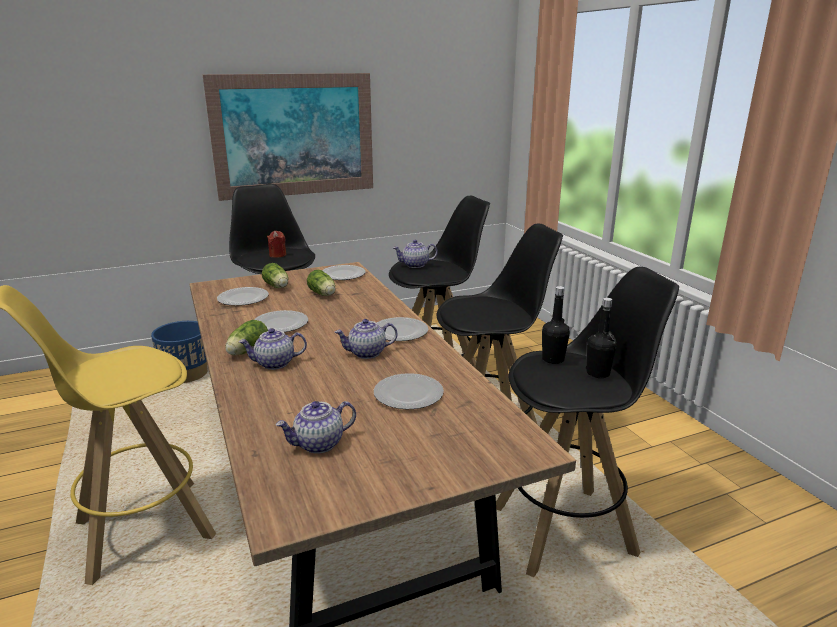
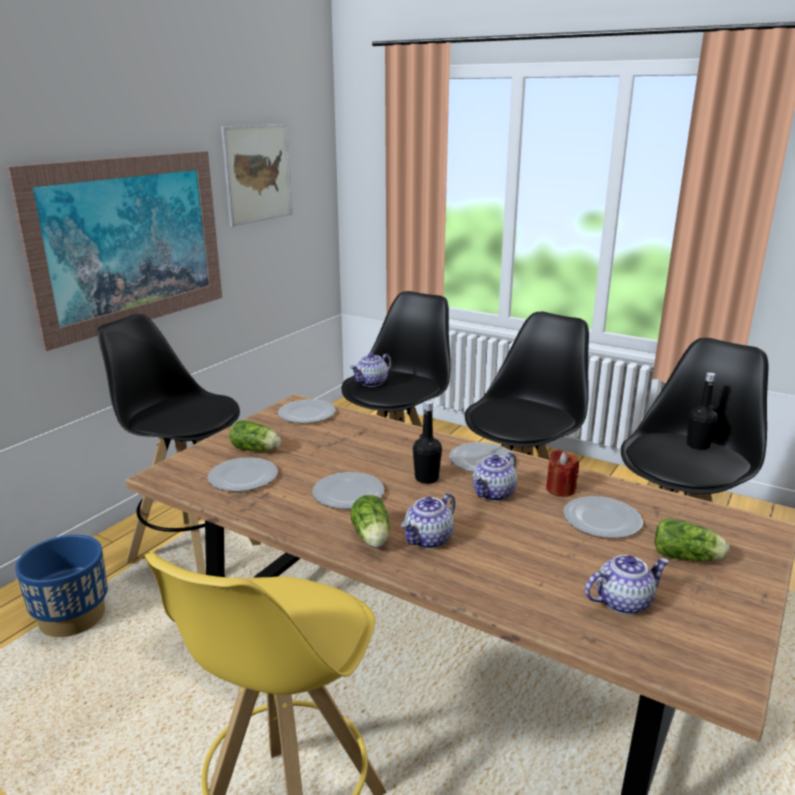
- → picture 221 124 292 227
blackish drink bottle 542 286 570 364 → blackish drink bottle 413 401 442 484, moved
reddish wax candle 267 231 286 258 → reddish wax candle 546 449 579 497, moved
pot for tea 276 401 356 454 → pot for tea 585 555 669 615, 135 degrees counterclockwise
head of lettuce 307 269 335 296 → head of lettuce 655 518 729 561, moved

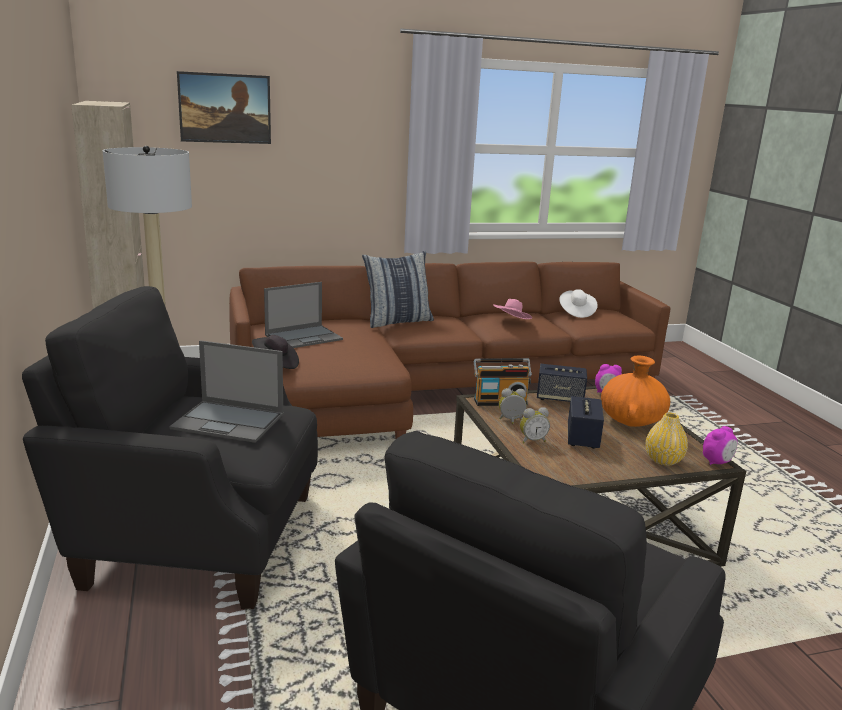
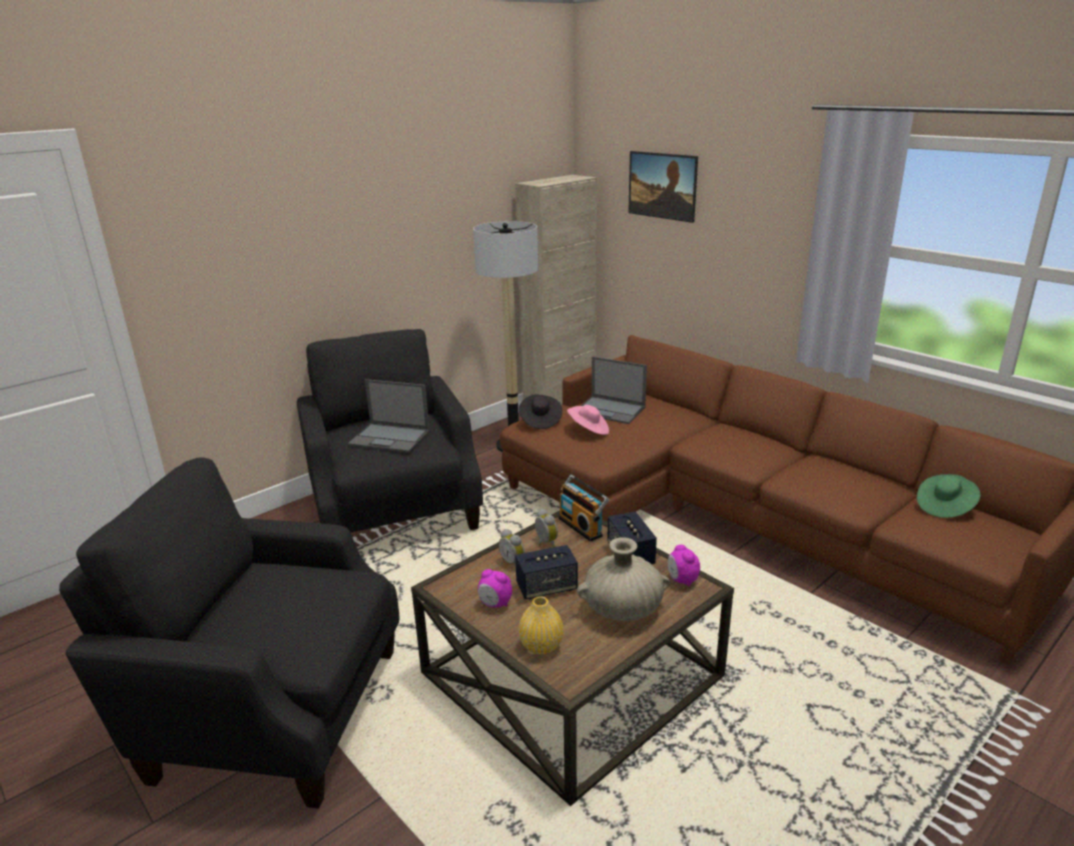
laptop 169 340 284 443 → laptop 348 379 430 453, 60 degrees counterclockwise
alarm clock 703 426 738 465 → alarm clock 478 569 512 608, moved
pink hat 493 299 532 319 → pink hat 567 405 609 435, moved
orangey decorative vase 601 356 670 427 → sand-coloured decorative vase 577 537 670 621
white-coloured hat 559 289 598 318 → green-coloured hat 917 474 981 518
throw pillow 362 251 434 328 → -

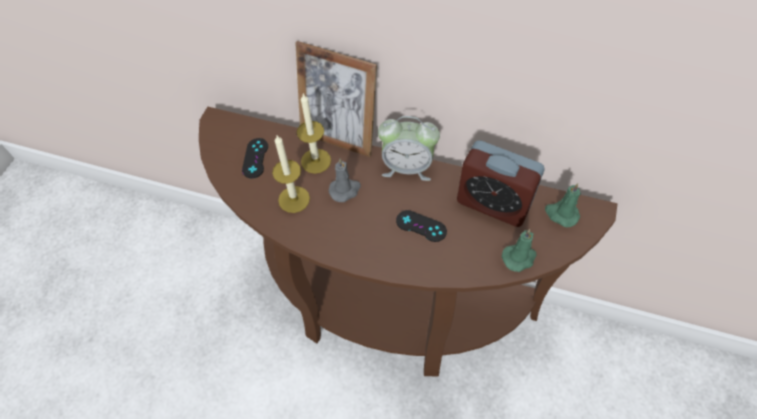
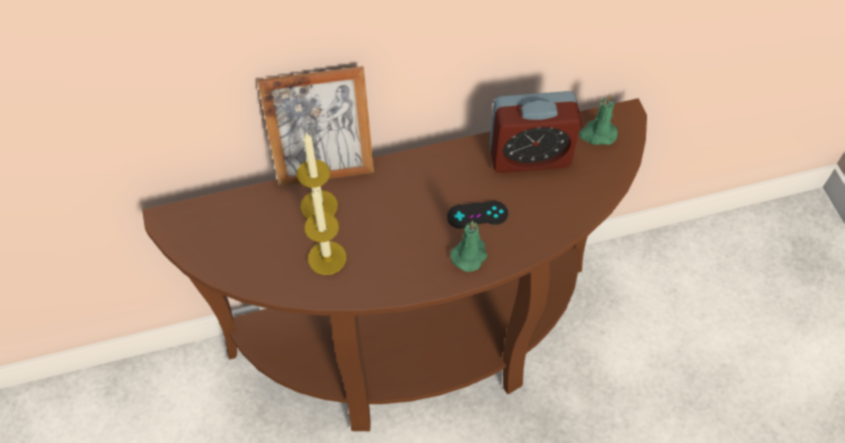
green-coloured wax candle 502 229 537 272 → green-coloured wax candle 450 220 487 272, moved
blackish gamepad 242 138 268 178 → -
grey wax candle 329 159 361 202 → -
alarm clock 378 116 440 181 → -

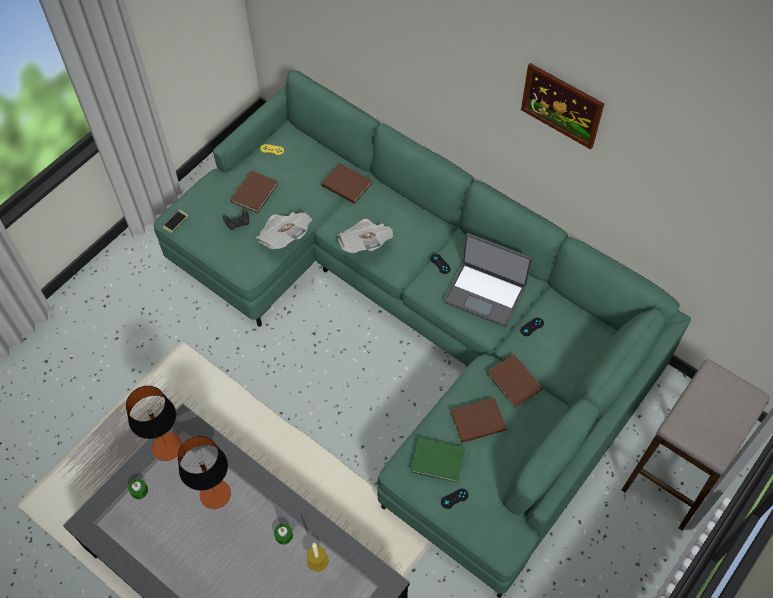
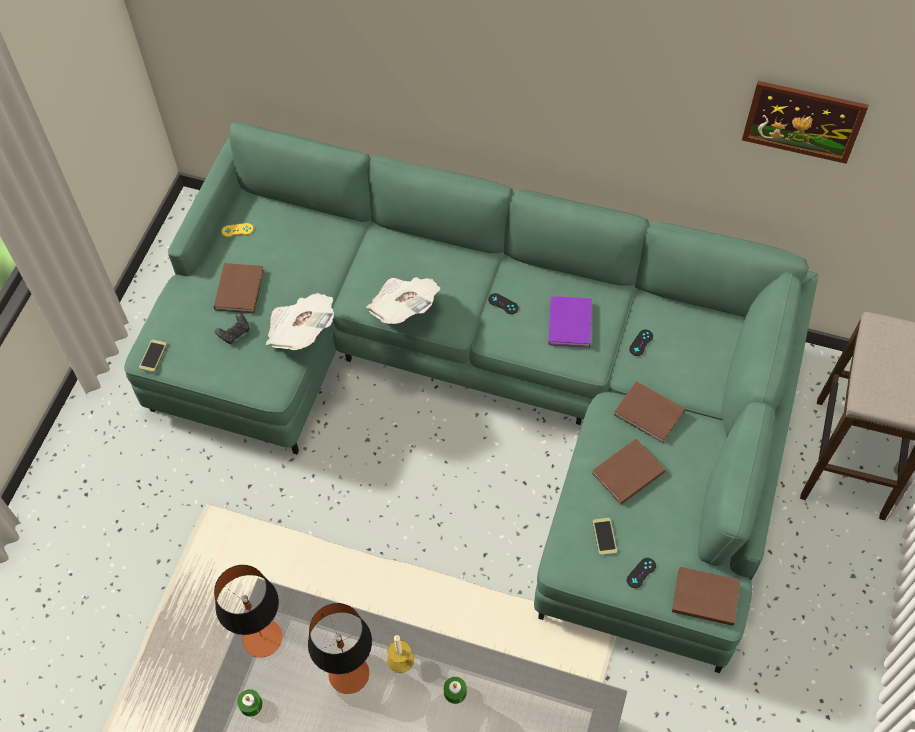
wax candle 307 543 329 572 → wax candle 387 635 414 673, moved
laptop 443 233 532 327 → purple-coloured volume 549 296 592 348
green-coloured volume 411 438 465 483 → phone 593 518 617 555
brownish volume 321 163 372 204 → brownish volume 672 567 741 626, moved
picture 521 63 604 150 → picture 742 81 869 164, moved

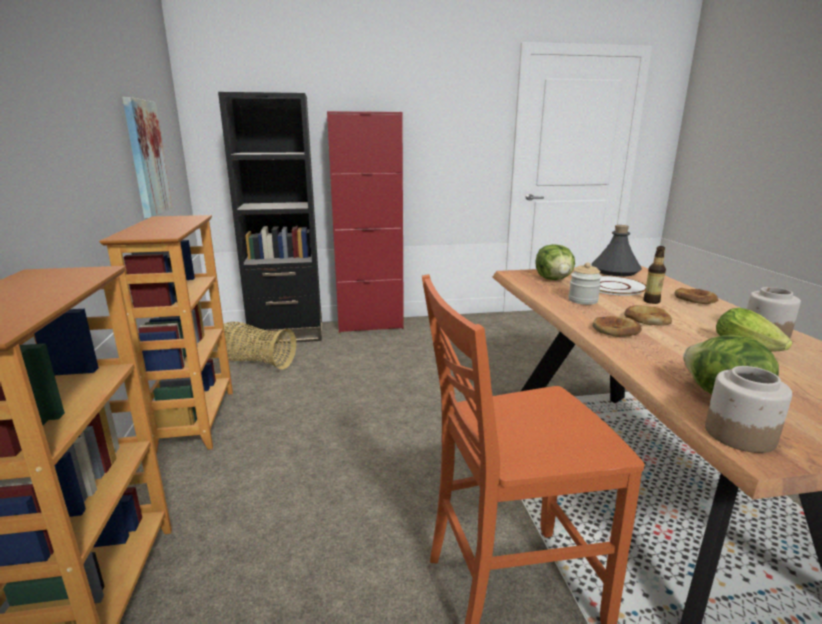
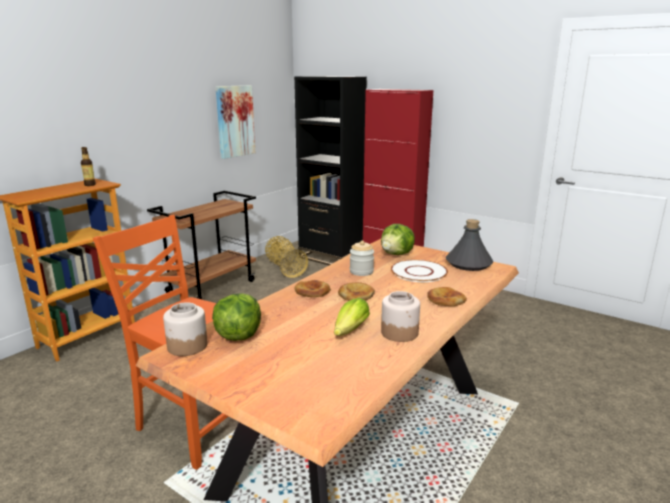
drink bottle 643 246 666 304 → drink bottle 81 147 96 186, moved
bookcase 99 215 233 453 → brownish trolley 147 191 256 299

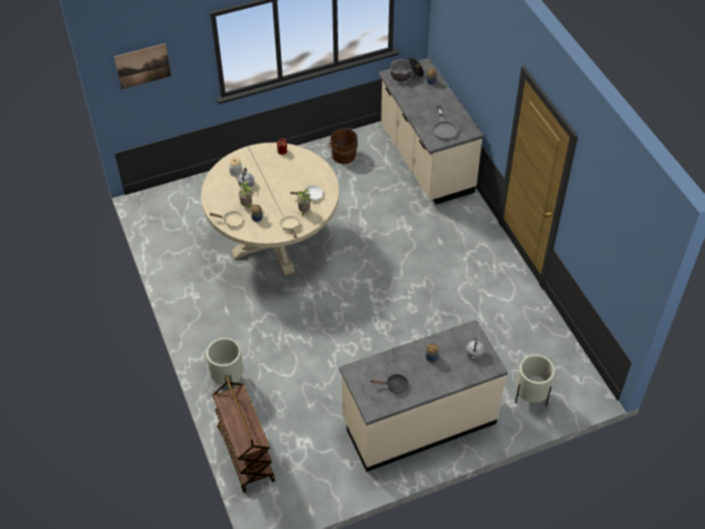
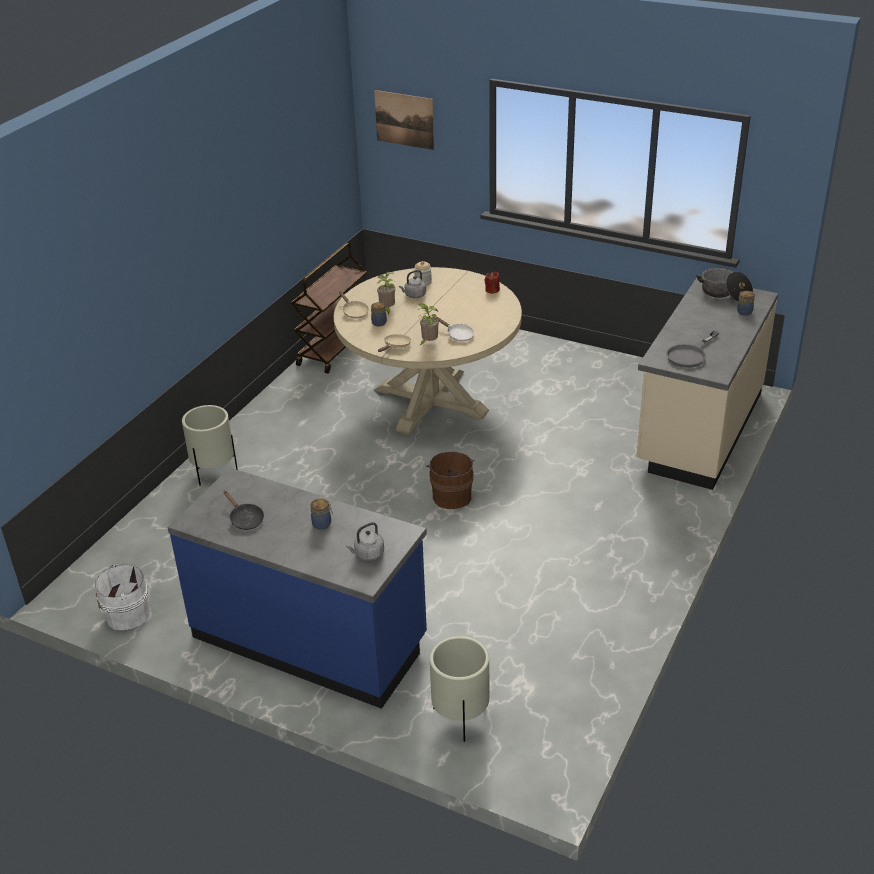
- → white-coloured bucket 95 563 150 630
sand-coloured counter 339 320 508 472 → bluish counter 167 468 427 709
brownish trolley 212 375 275 492 → brownish trolley 291 243 367 373, moved
brownish bucket 328 128 358 164 → brownish bucket 426 452 475 509, moved

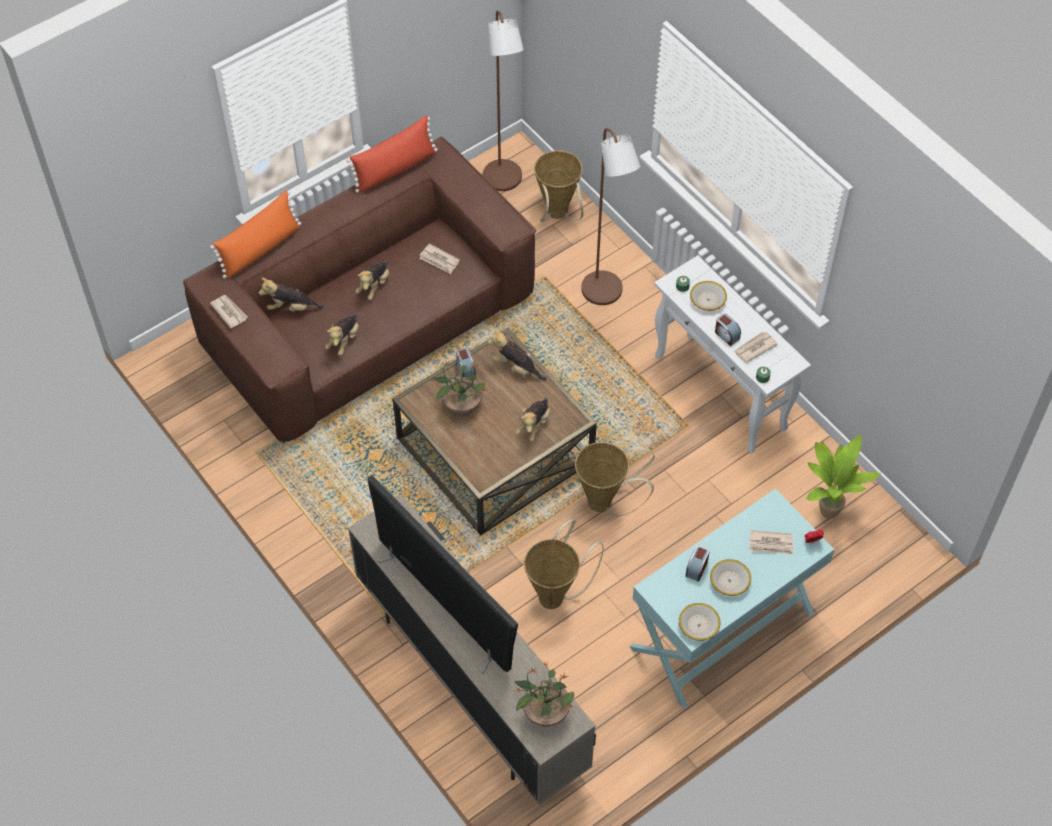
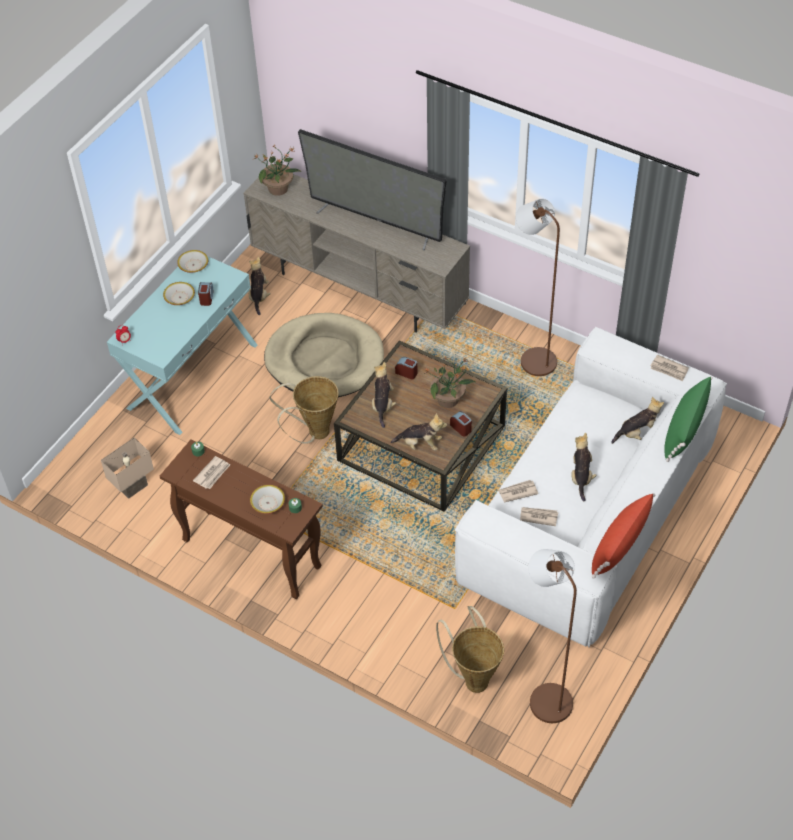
potted plant 806 435 881 519 → sand-coloured table lamp 101 437 154 499
white-coloured console table 654 255 811 453 → brownish console table 160 440 323 599
soft toy 325 314 359 356 → soft toy 249 256 271 315, moved
basket 524 520 603 609 → sand-coloured dog bed 264 313 384 397
alarm clock 715 313 741 346 → alarm clock 395 357 418 380, moved
brownish couch 183 137 536 444 → white-coloured couch 455 327 727 648
daily paper 749 530 793 554 → daily paper 498 480 538 502, moved
brownish standard lamp 581 128 640 305 → brownish standard lamp 516 199 560 376, moved
orangey throw pillow 210 190 301 279 → green-coloured throw pillow 665 376 713 462

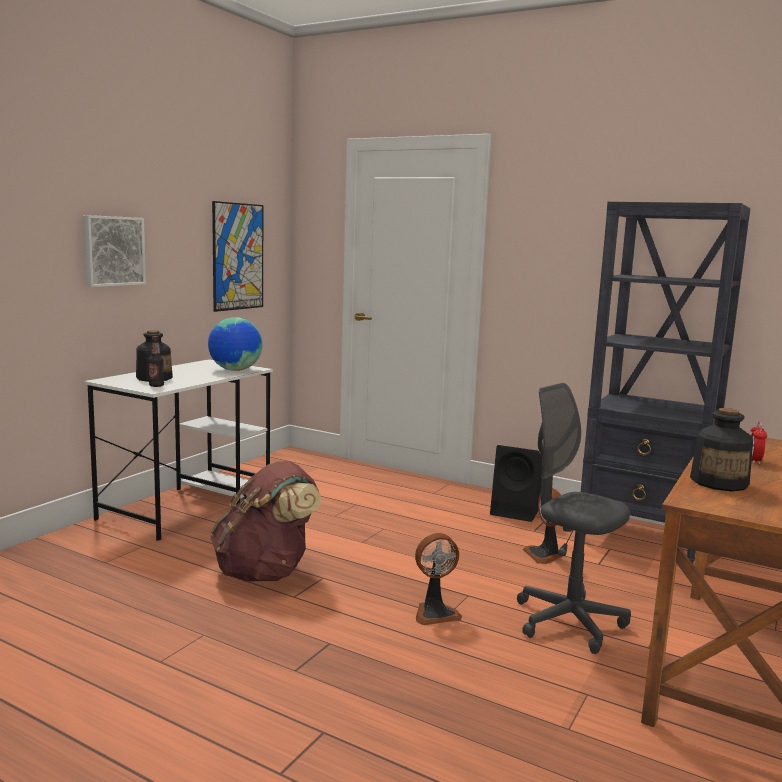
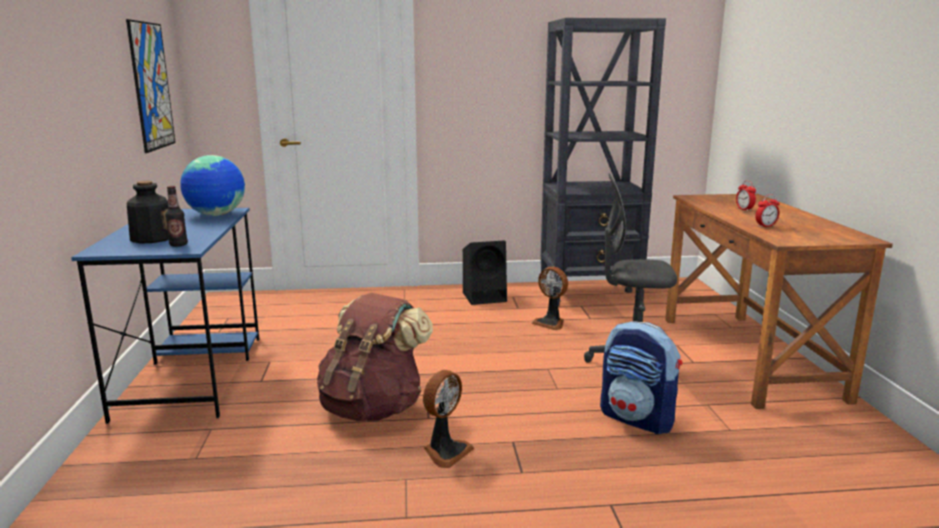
white-coloured desk table 84 359 273 541 → bluish desk table 71 208 259 424
electric fan 415 533 462 625 → electric fan 423 370 475 468, moved
- → knapsack 600 321 682 434
drink bottle 690 408 753 491 → alarm clock 755 194 780 228
picture 83 215 146 287 → -

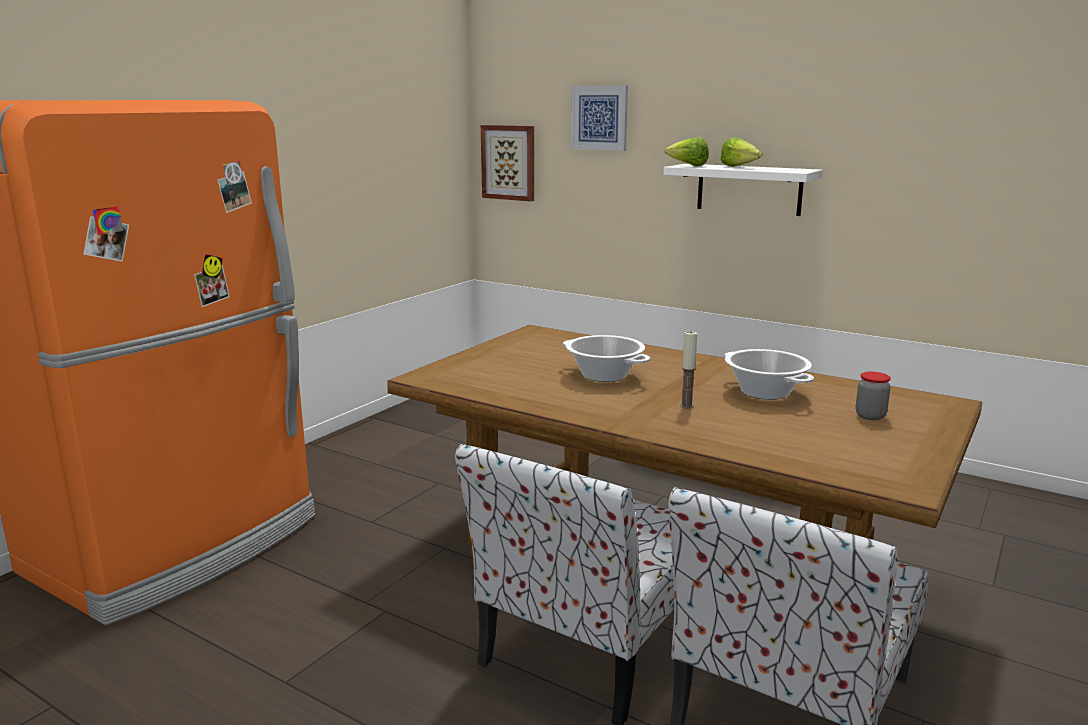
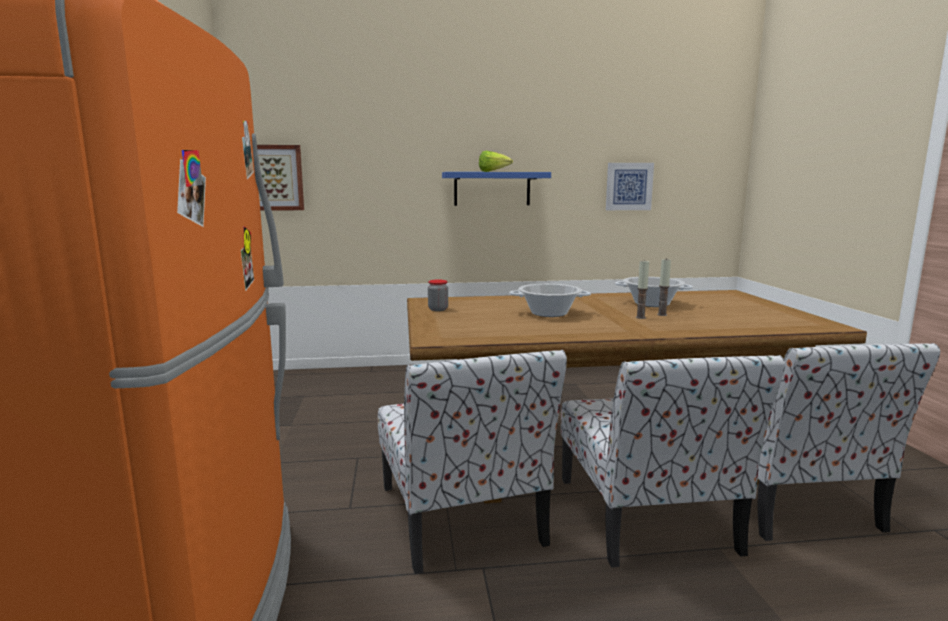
- → upright chair 378 350 567 574
storage jar 856 372 891 420 → storage jar 428 279 448 311, moved
white-coloured wall shelf 663 164 823 216 → bluish wall shelf 442 172 551 206
picture 571 86 628 151 → picture 606 163 654 210, moved
- → wax candle 657 258 671 316
head of lettuce 665 137 709 166 → -

